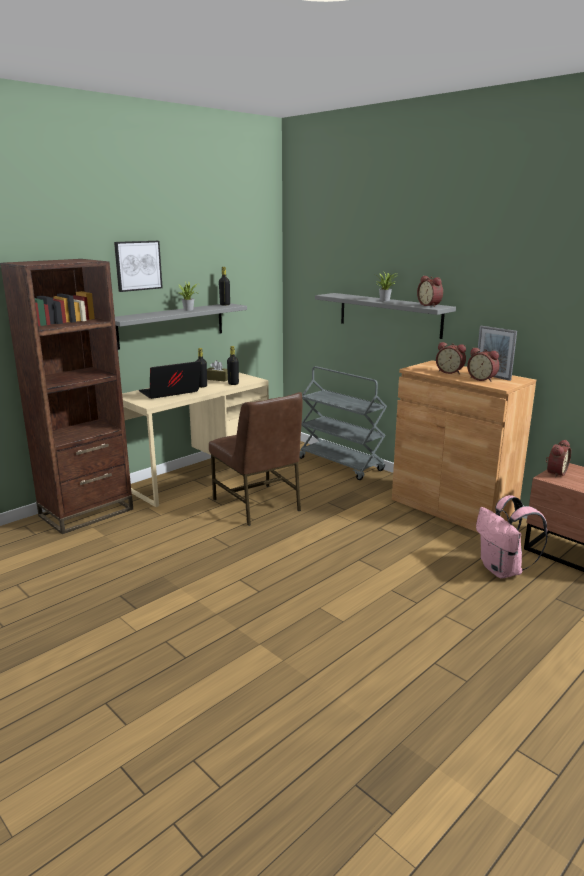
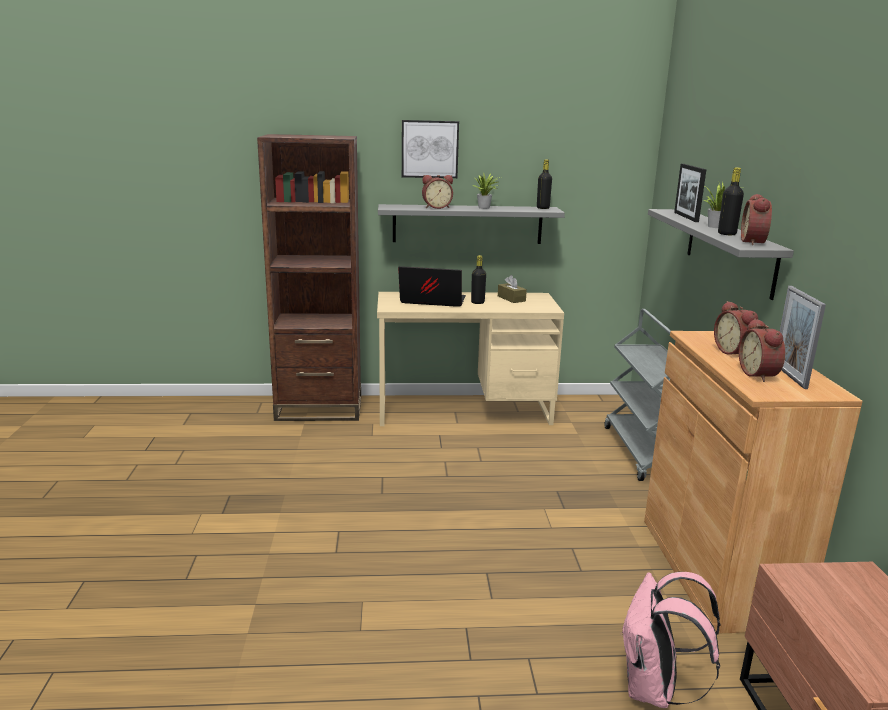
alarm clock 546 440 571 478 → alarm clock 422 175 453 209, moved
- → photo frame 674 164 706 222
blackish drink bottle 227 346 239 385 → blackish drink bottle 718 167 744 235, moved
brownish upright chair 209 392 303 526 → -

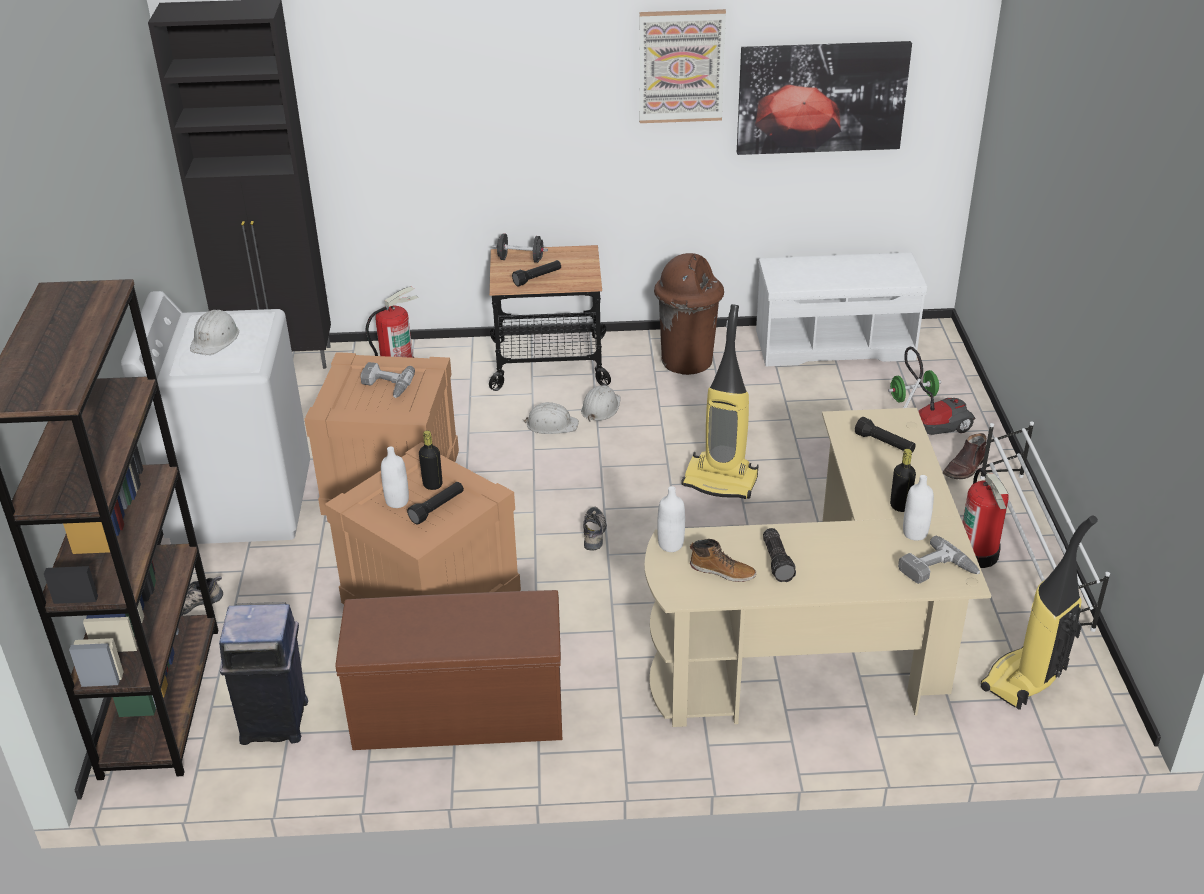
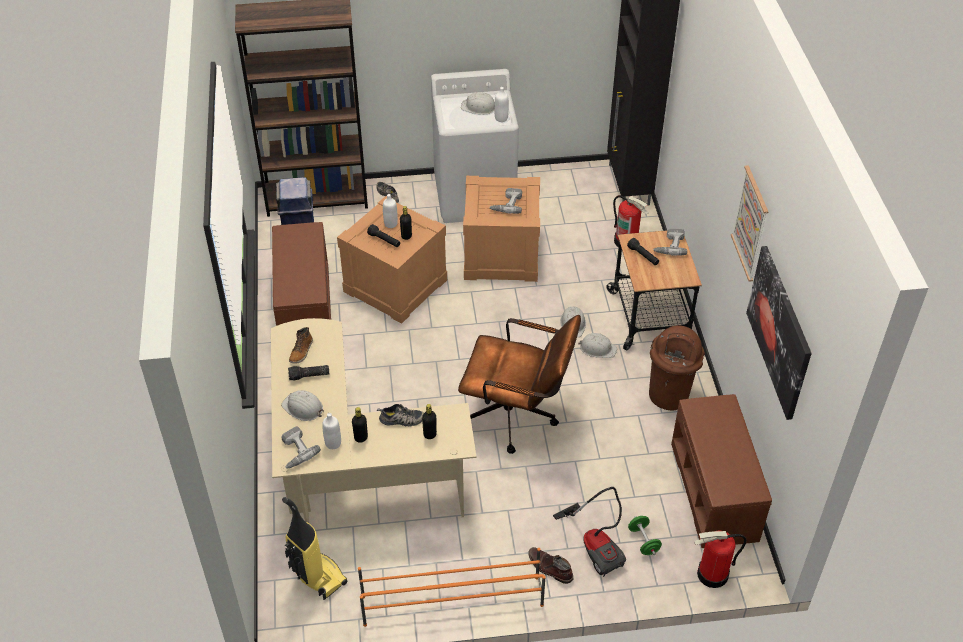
- → white-coloured work helmet 281 390 324 421
white-coloured shoe rack 980 421 1110 632 → orangey shoe rack 358 548 546 627
shoe 583 506 607 551 → shoe 377 404 424 427, moved
blackish hand torch 855 417 916 452 → blackish drink bottle 422 404 437 439
vacuum cleaner 681 304 758 499 → brownish computer chair 458 315 581 454
white-coloured drink bottle 657 486 685 552 → white-coloured drink bottle 494 87 509 122, moved
blackish dumbbell 493 233 548 263 → drill 653 228 687 256
white-coloured bench 756 253 927 367 → brownish bench 671 394 772 548
extinguisher 962 468 1008 568 → extinguisher 694 531 747 588, moved

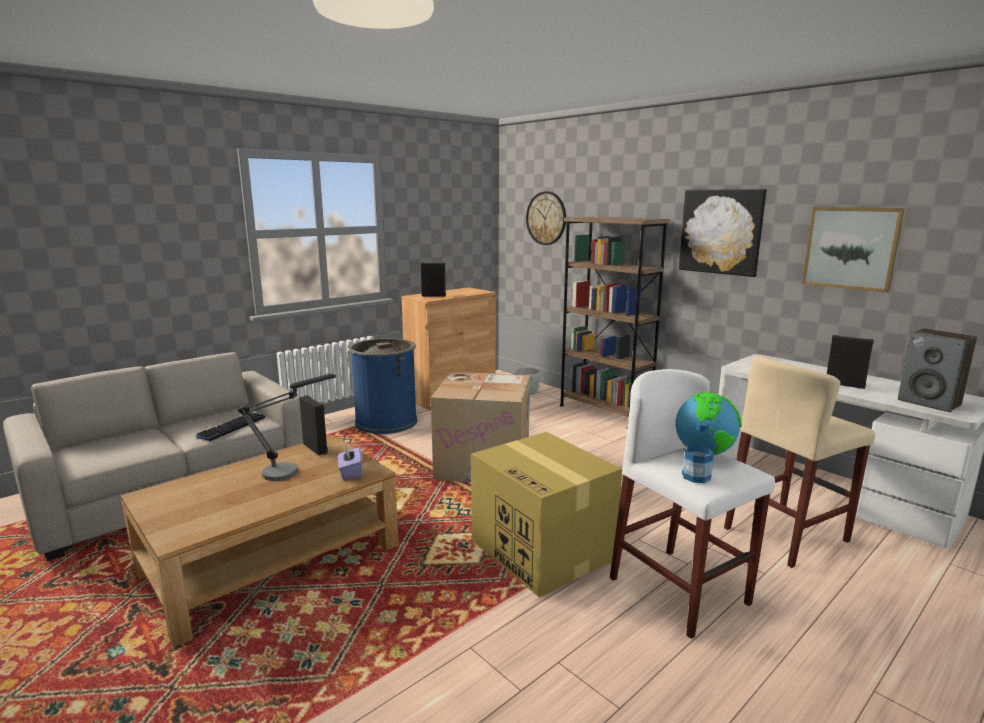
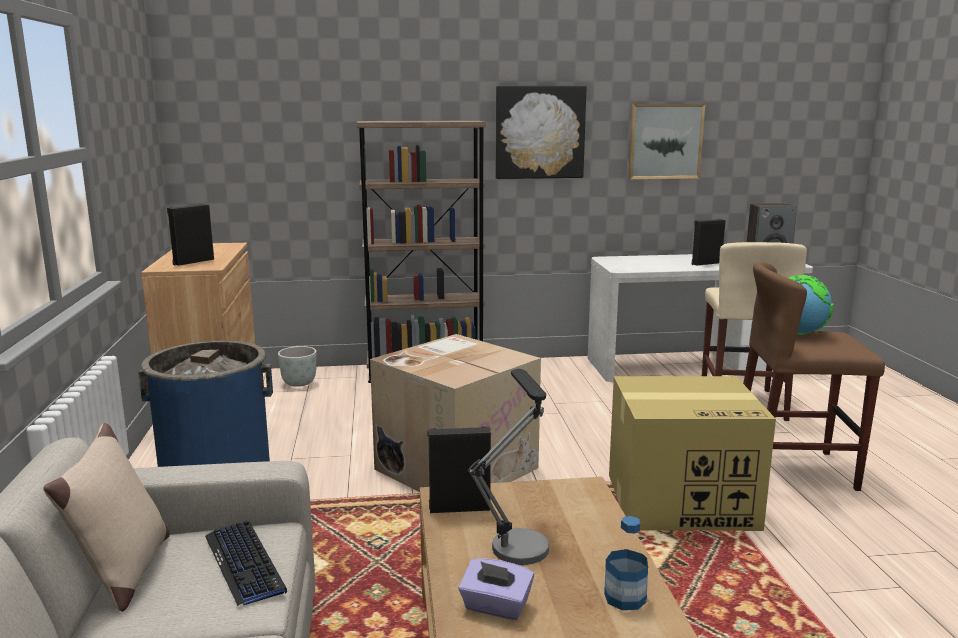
- → sand-coloured throw pillow 43 423 170 612
purple-coloured box of tissues 338 446 362 479 → purple-coloured box of tissues 459 558 534 620, moved
drink bottle 682 421 714 483 → drink bottle 604 516 648 610, moved
white-coloured stool 610 369 775 639 → brownish stool 743 262 885 491
wall clock 526 192 566 245 → -

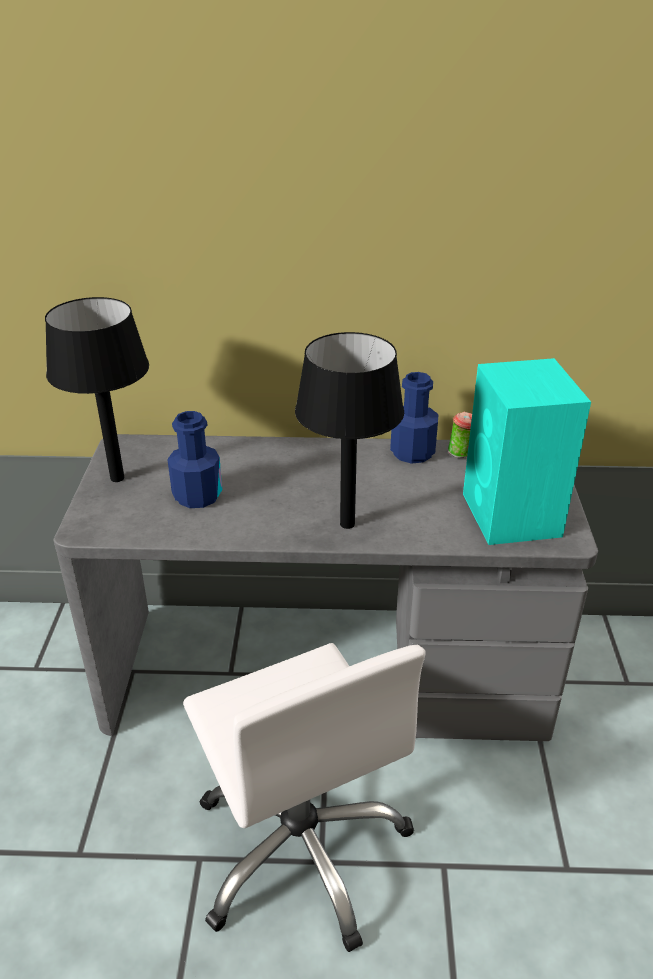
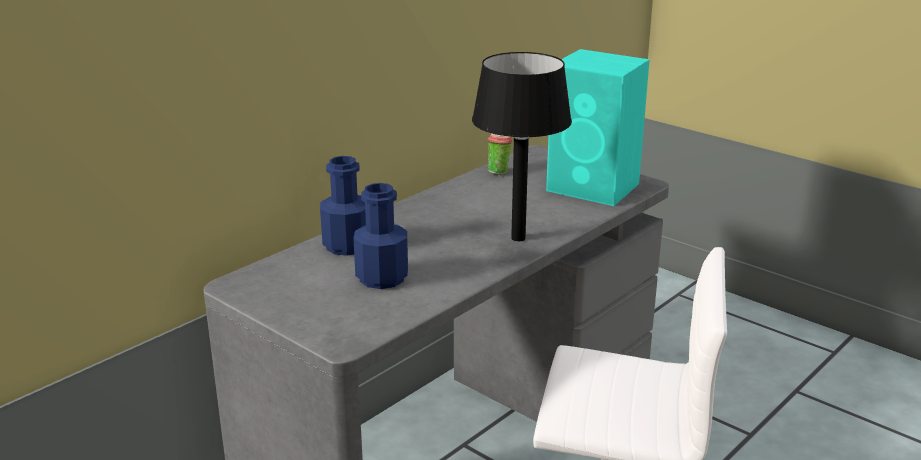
bluish drink bottle 390 372 438 464 → bluish drink bottle 320 156 366 256, moved
blackish table lamp 45 297 149 482 → -

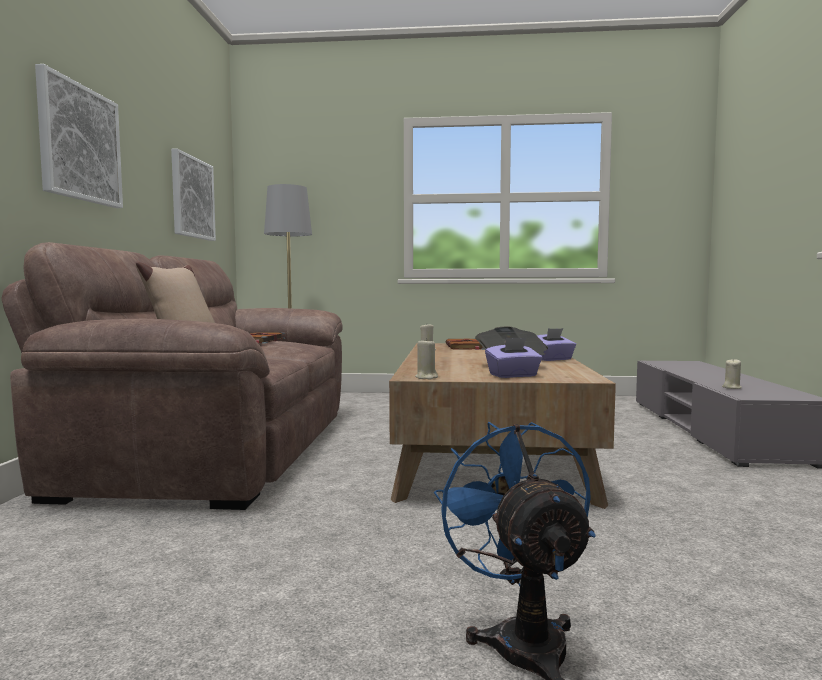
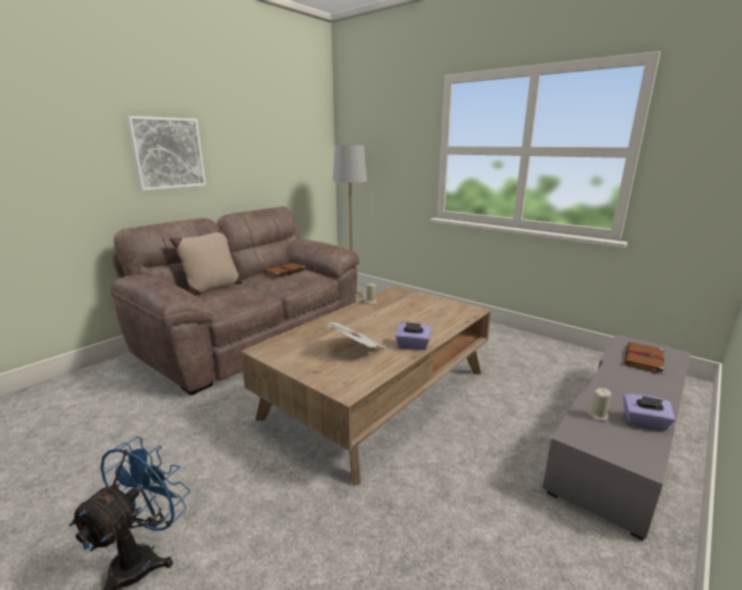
purple-coloured box of tissues 485 338 542 378 → purple-coloured box of tissues 623 394 676 430, moved
brownish volume 445 338 485 350 → brownish volume 624 342 665 375, moved
picture 171 148 216 241 → -
sand-coloured wax candle 415 338 438 380 → -

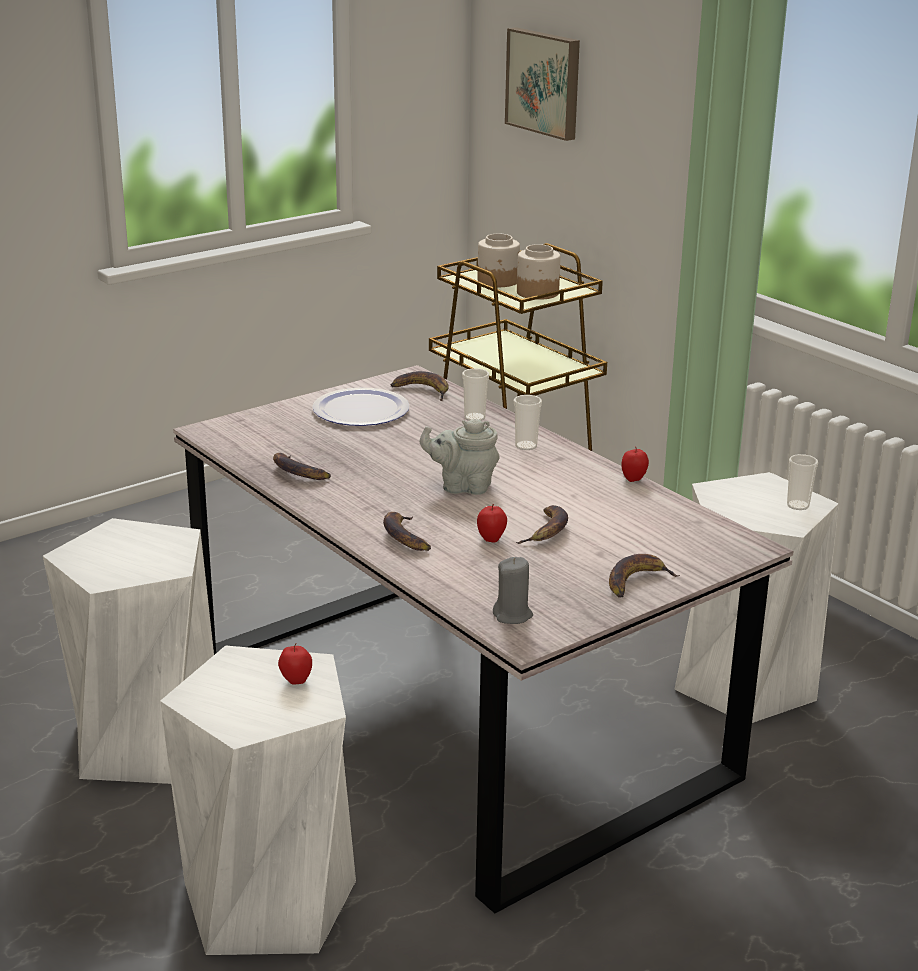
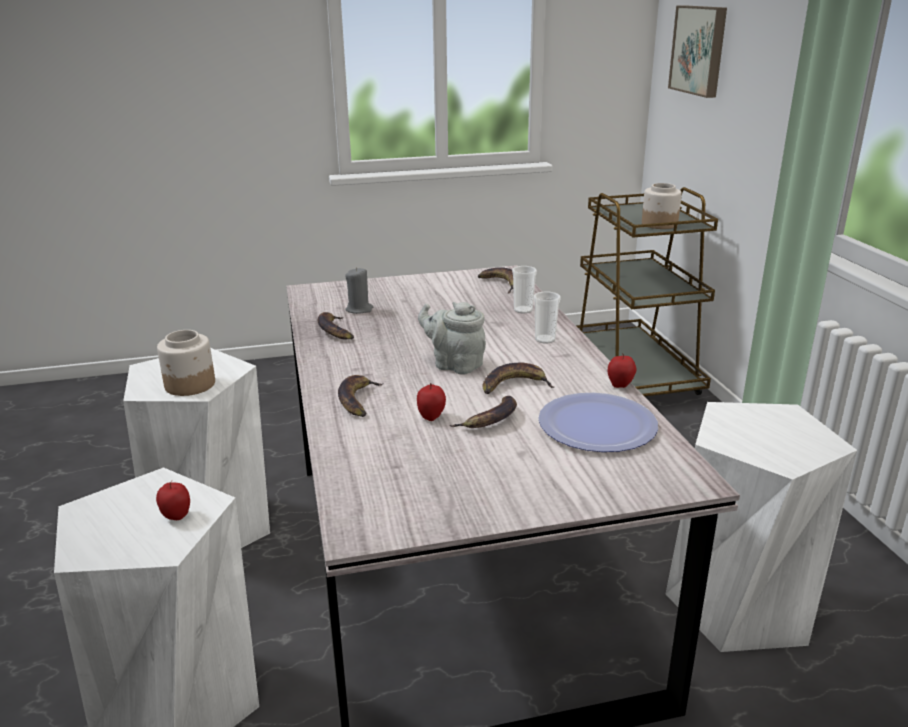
storage jar 477 234 520 287 → storage jar 157 330 215 396, moved
grey wax candle 493 557 533 624 → grey wax candle 345 267 373 314, moved
banana 609 554 680 597 → banana 483 362 554 394, moved
dinner plate 312 388 410 426 → dinner plate 538 393 658 452, moved
drinking cup 787 454 818 510 → -

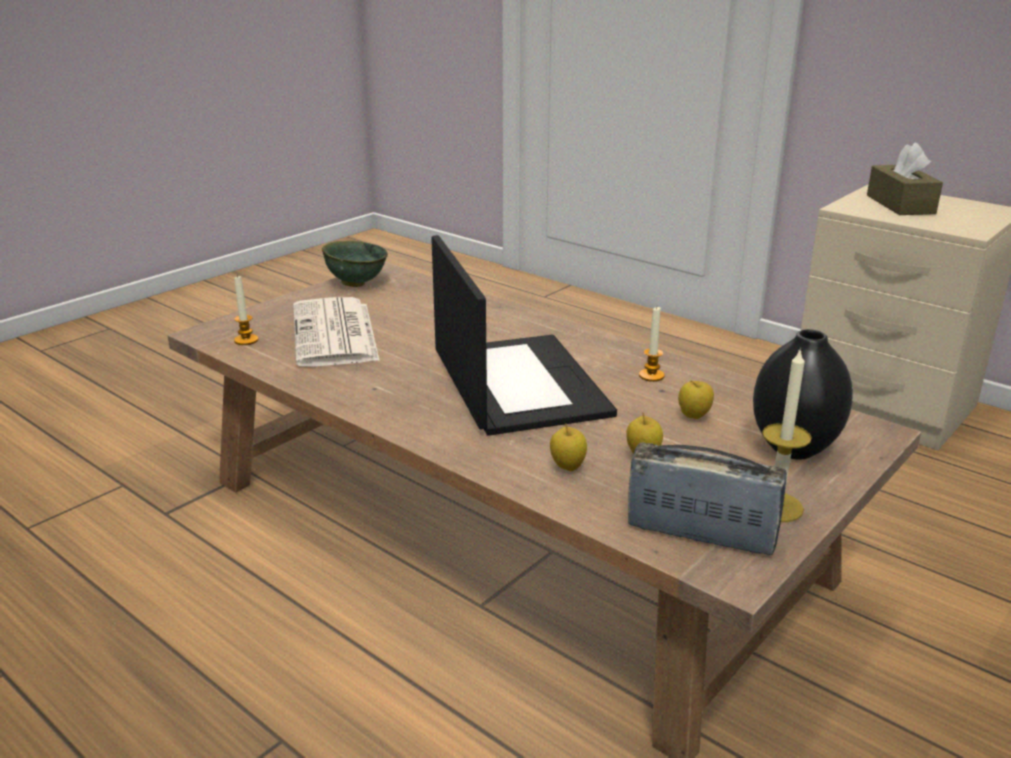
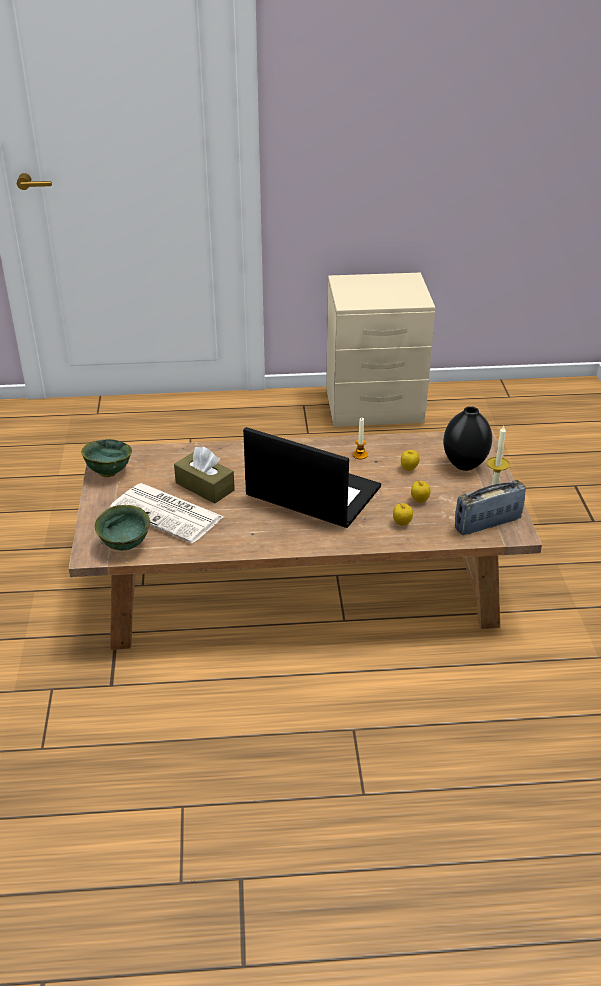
wax candle 234 275 258 345 → green-coloured serving bowl 95 505 150 550
brownish box of tissues 867 142 943 215 → brownish box of tissues 174 447 235 504, moved

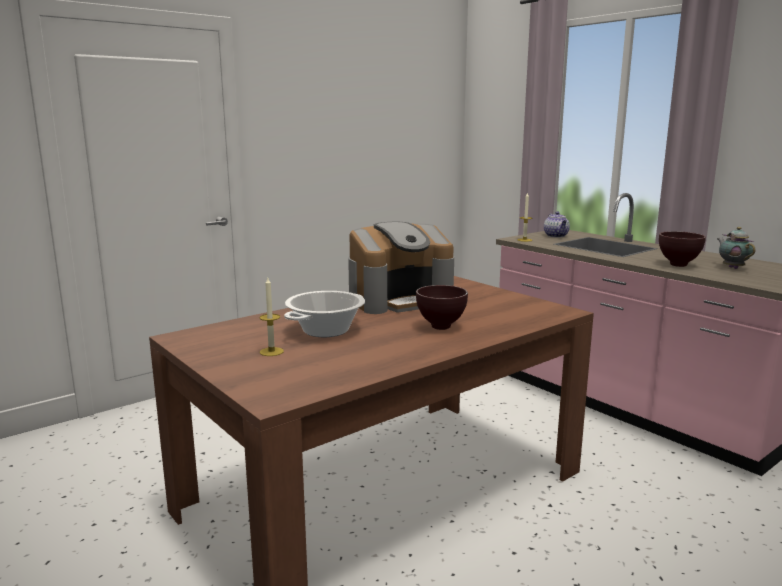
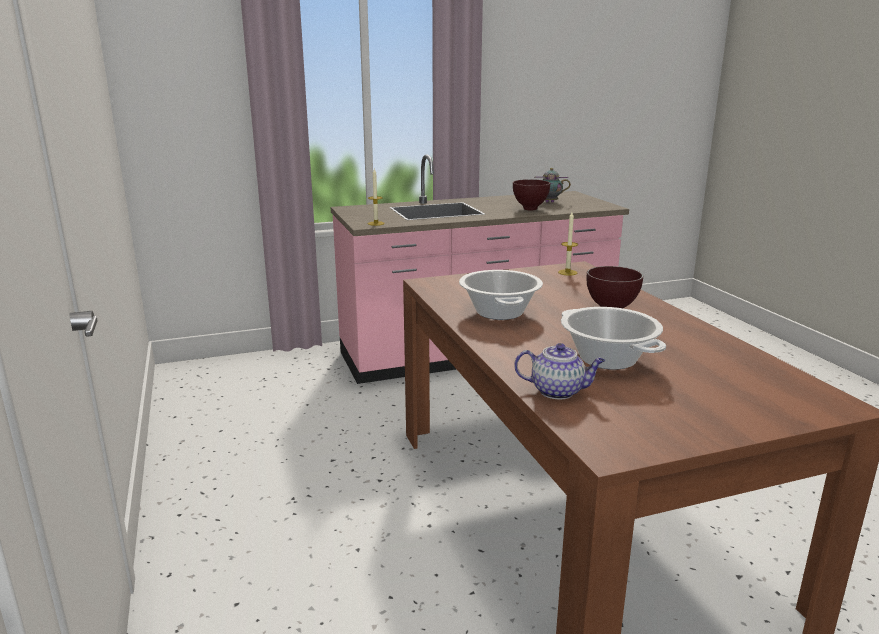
coffee maker 348 222 454 314 → stockpot 459 270 543 320
pot for tea 544 211 570 238 → pot for tea 514 343 605 399, moved
wax candle 259 278 284 356 → wax candle 558 212 578 276, moved

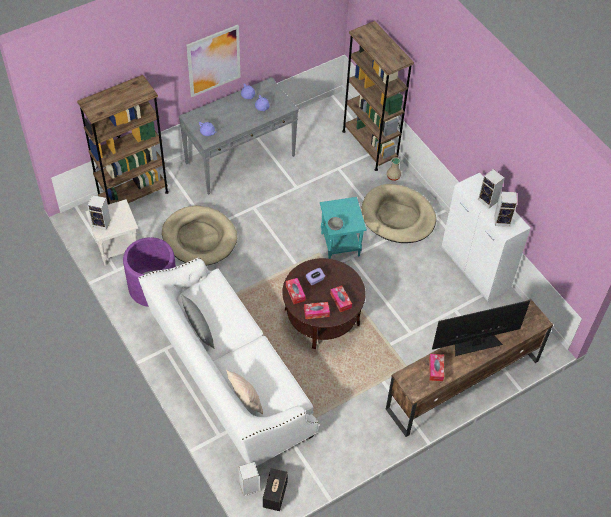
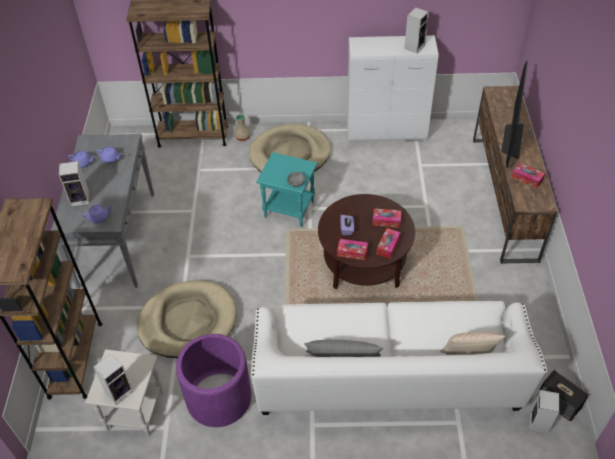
audio speaker 478 169 505 208 → audio speaker 59 161 89 207, moved
picture 186 25 240 97 → -

